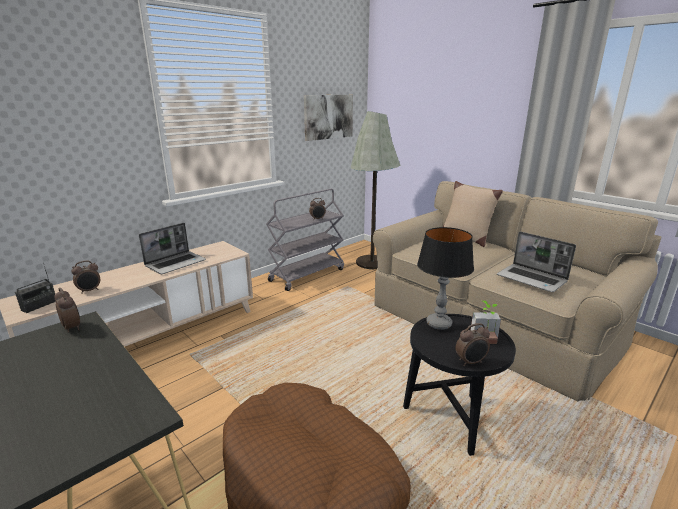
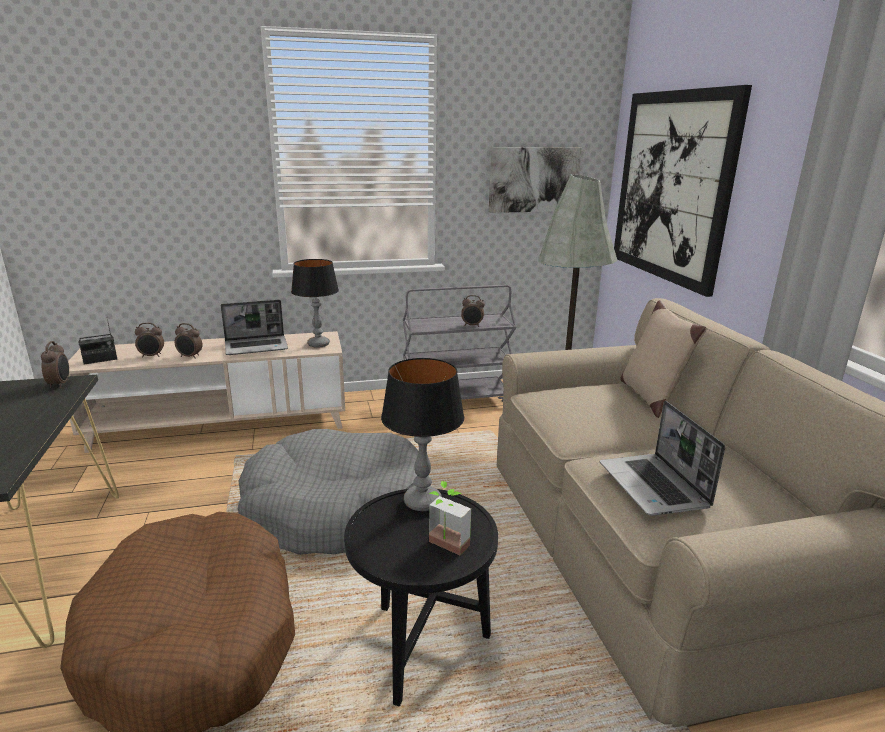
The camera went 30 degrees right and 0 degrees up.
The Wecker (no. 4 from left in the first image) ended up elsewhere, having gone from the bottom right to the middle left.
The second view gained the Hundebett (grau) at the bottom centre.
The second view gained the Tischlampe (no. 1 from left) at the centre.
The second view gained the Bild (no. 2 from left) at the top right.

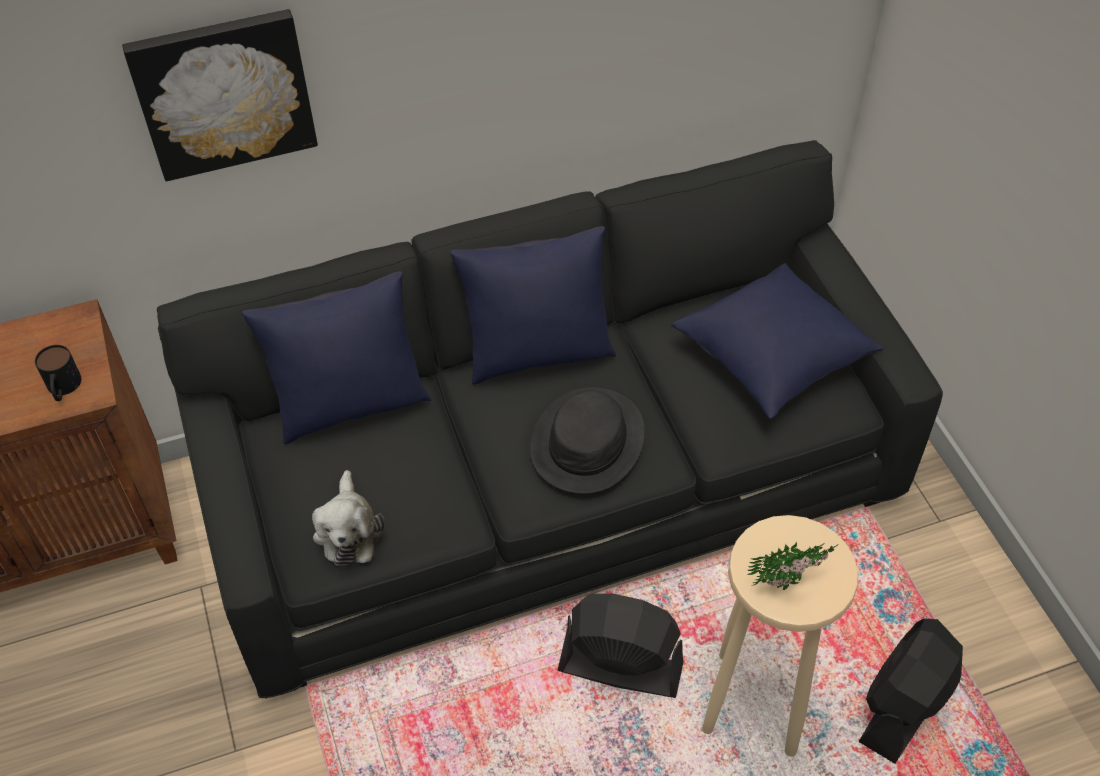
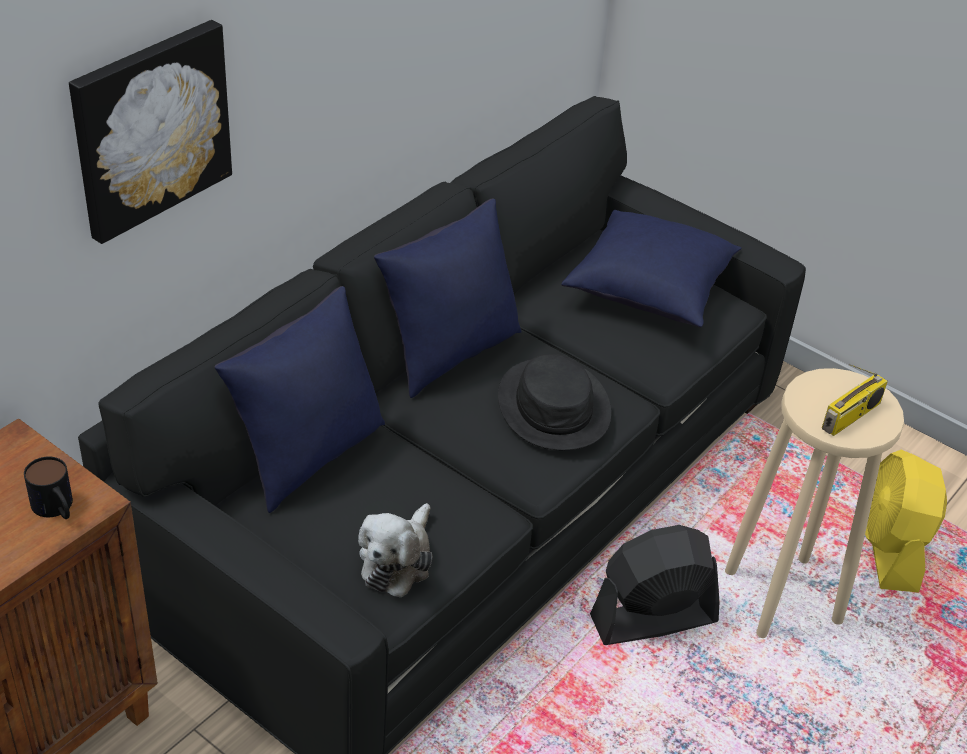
The camera went 35 degrees left and 10 degrees down.
The Plüschtier at the bottom left ended up facing another way, 60 degrees clockwise from before.
Where the Topfpflanze stood at the bottom right, the Radio came to stand at the middle right.
What was the Ventilator (schwarz) (no. 2 from left) at the bottom right turned into the Ventilator (gelb) at the bottom right.

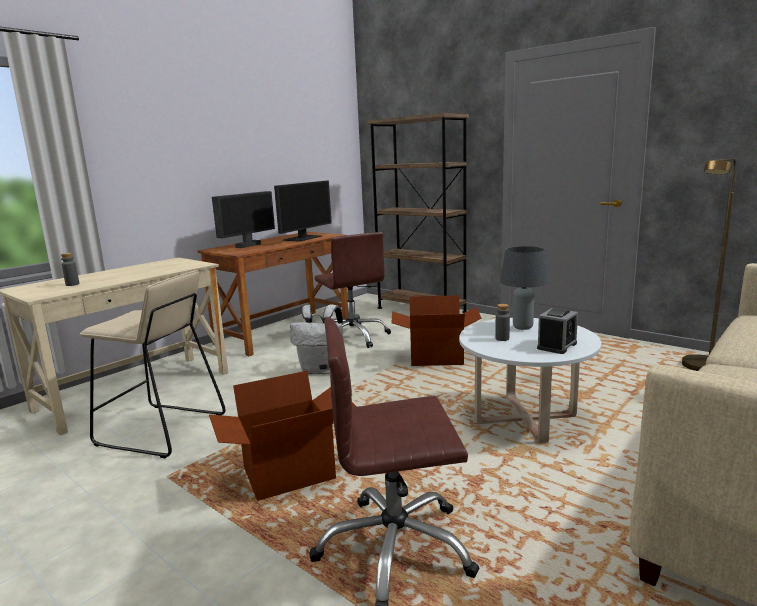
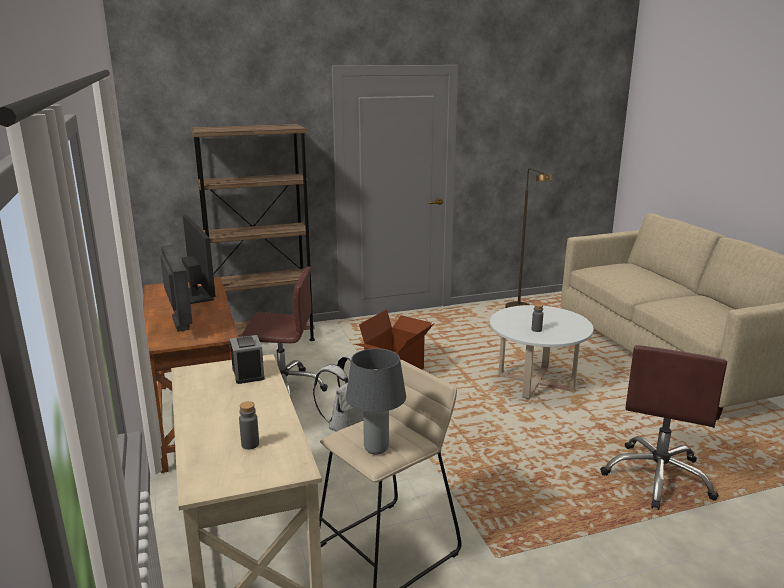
The camera went 60 degrees left and 5 degrees up.
The Wecker ended up elsewhere, having gone from the middle right to the middle left.
The Tischlampe (grau) ended up elsewhere, having gone from the middle right to the bottom centre.
The second view lost the Karton (no. 1 from left) at the bottom centre.

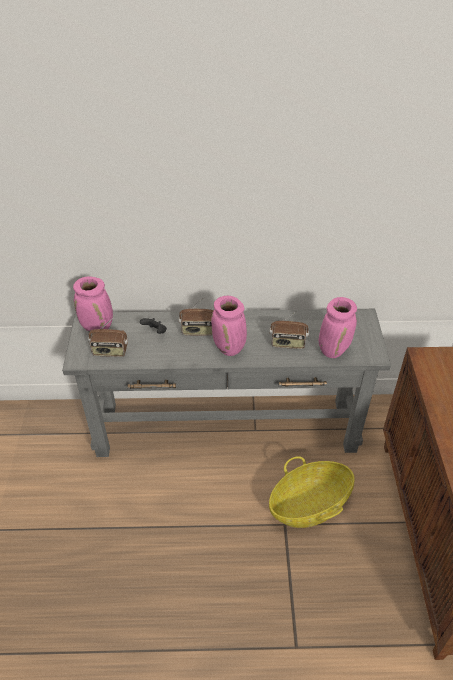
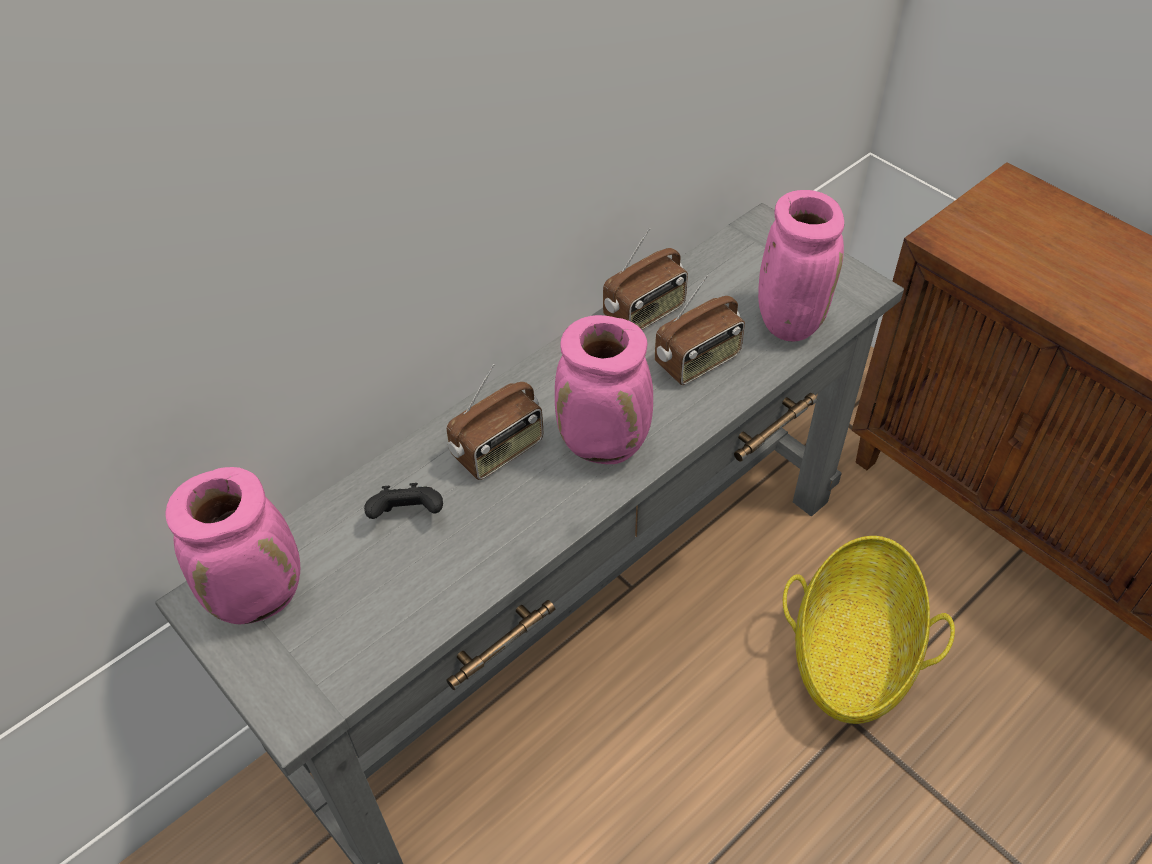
The camera went 40 degrees left and 5 degrees up.
The Radio (no. 1 from left in the first image) ended up elsewhere, having gone from the middle left to the top centre.

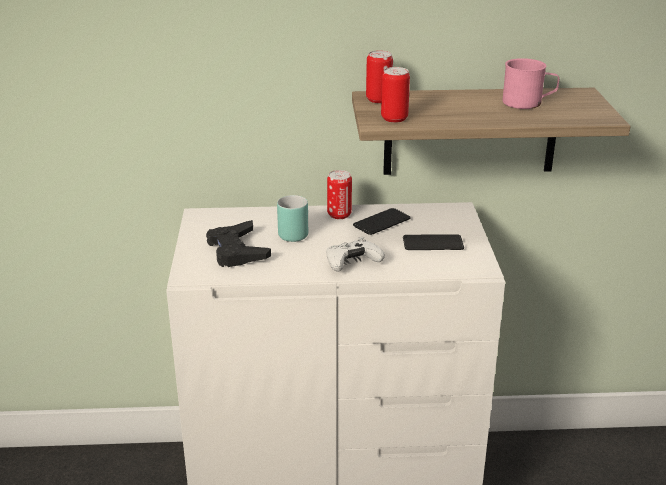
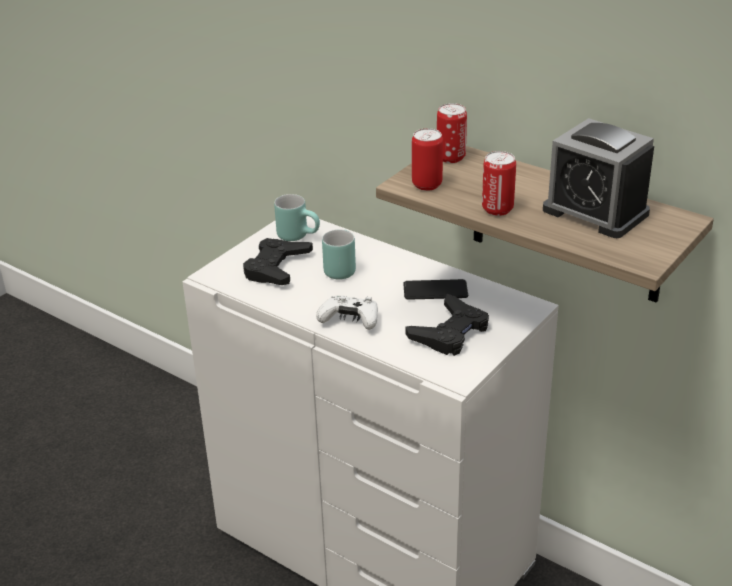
The camera went 40 degrees right and 5 degrees up.
The second view gained the Henkelbecher (türkis) (no. 1 from left) at the centre.
Where the Handy (no. 2 from left) stood at the centre, the Gamepad (schwarz) (no. 2 from left) came to stand at the centre.
The Dose (no. 1 from left in the first image) ended up elsewhere, having gone from the centre to the top right.
Where the Henkelbecher (rosa) stood at the top right, the Wecker came to stand at the top right.

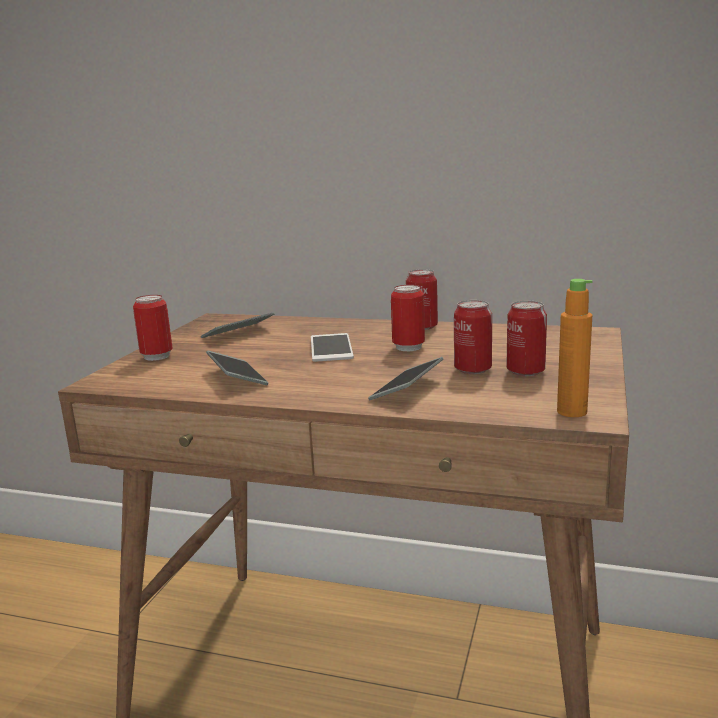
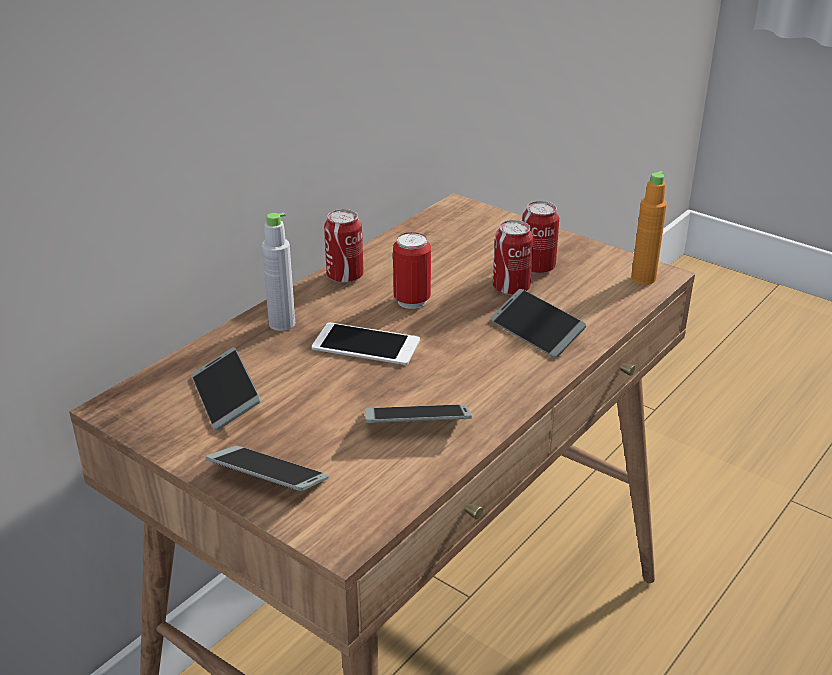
The camera went 70 degrees left and 15 degrees up.
Where the Dose (no. 1 from left) stood at the middle left, the Handy (no. 2 from left) came to stand at the bottom left.
The second view gained the Flasche (grau) at the centre.

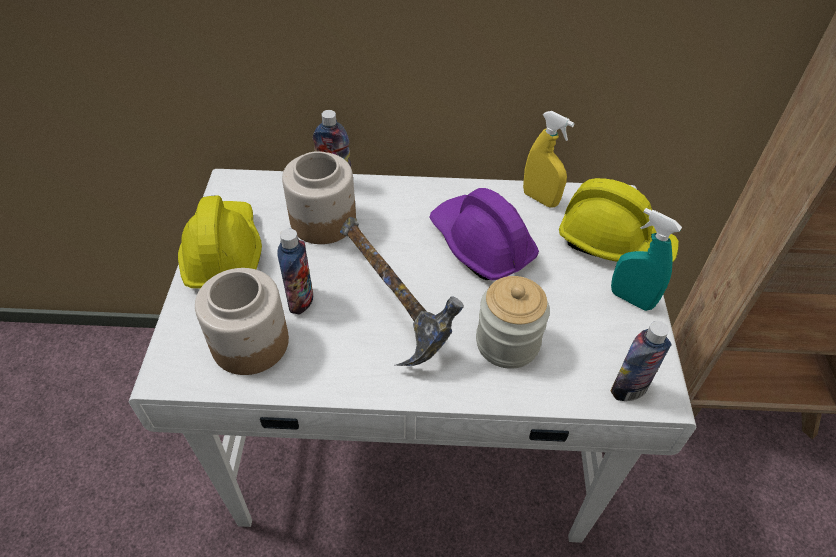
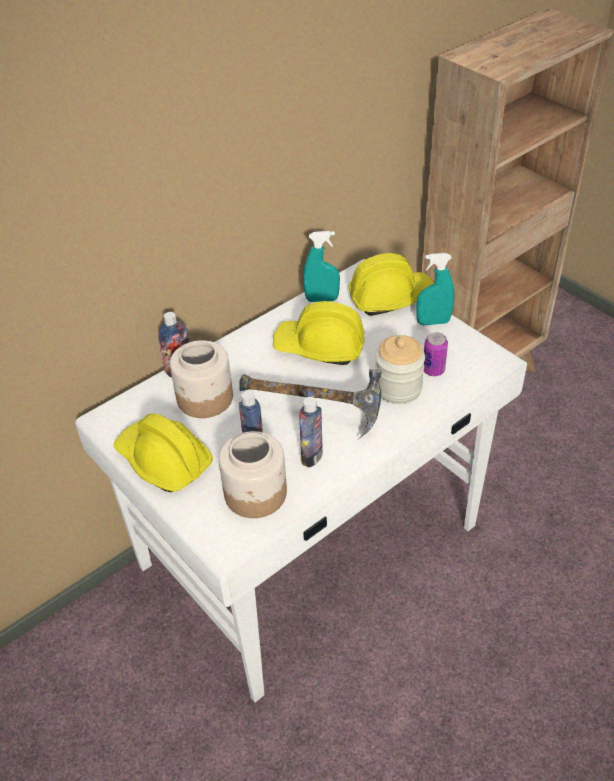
The camera went 40 degrees left and 5 degrees down.
What was the Schutzhelm (lila) at the centre turned into the Schutzhelm (gelb) (no. 2 from left) at the centre.
The Flasche (no. 3 from left) ended up elsewhere, having gone from the middle right to the centre.
What was the Sprühflasche (gelb) at the top centre turned into the Sprühflasche (türkis) (no. 1 from left) at the centre.
The second view gained the Dose at the middle right.

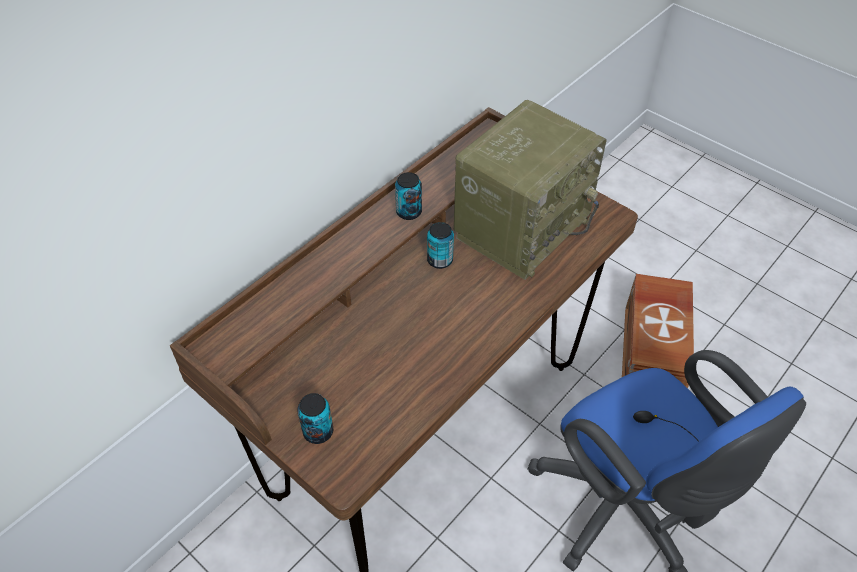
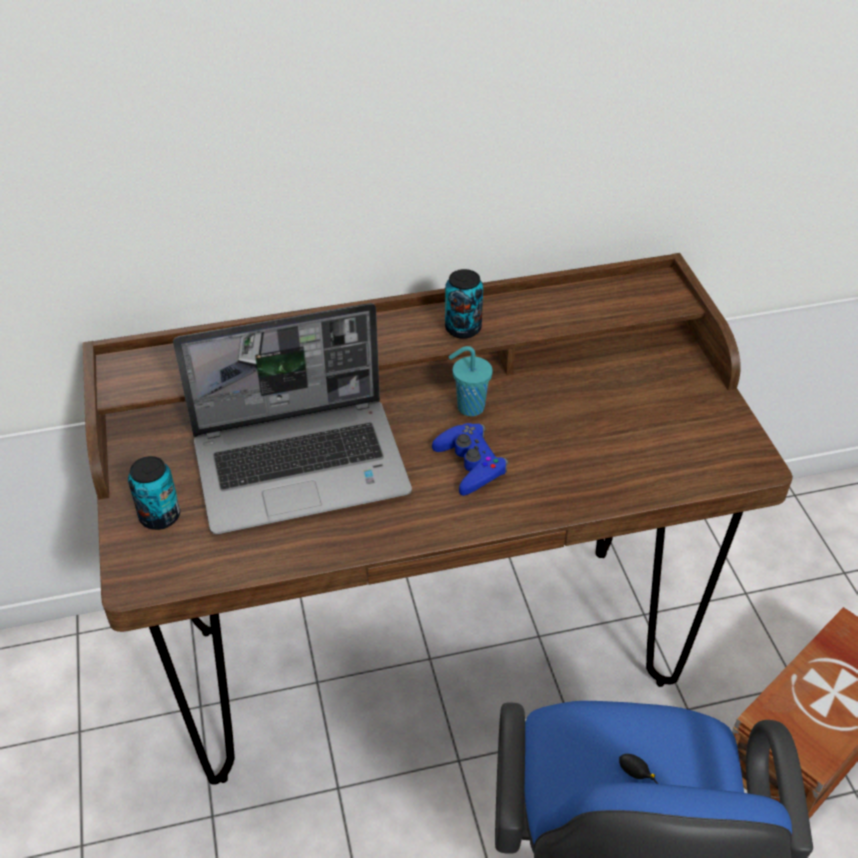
The camera went 35 degrees right and 5 degrees down.
The second view gained the Laptop at the centre.
The second view gained the Gamepad (blau) at the centre.
Where the Dose (no. 3 from left) stood at the centre, the Tasse (türkis) came to stand at the centre.
The second view lost the Radio at the top centre.

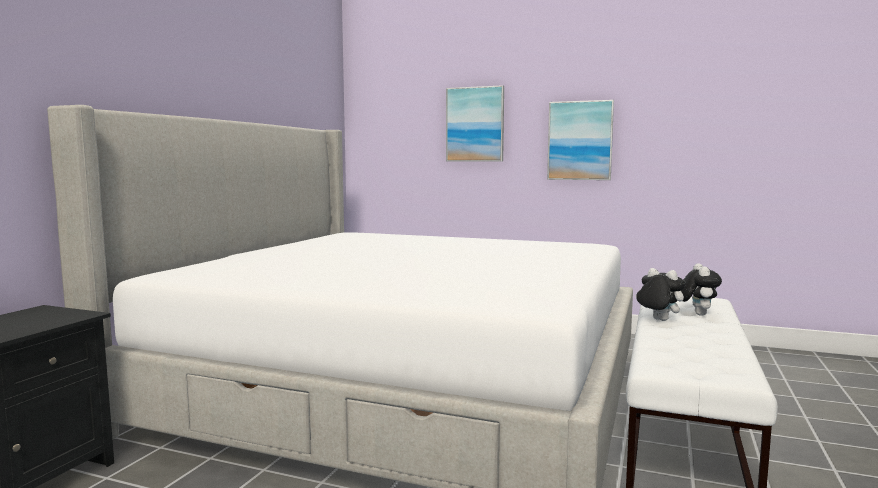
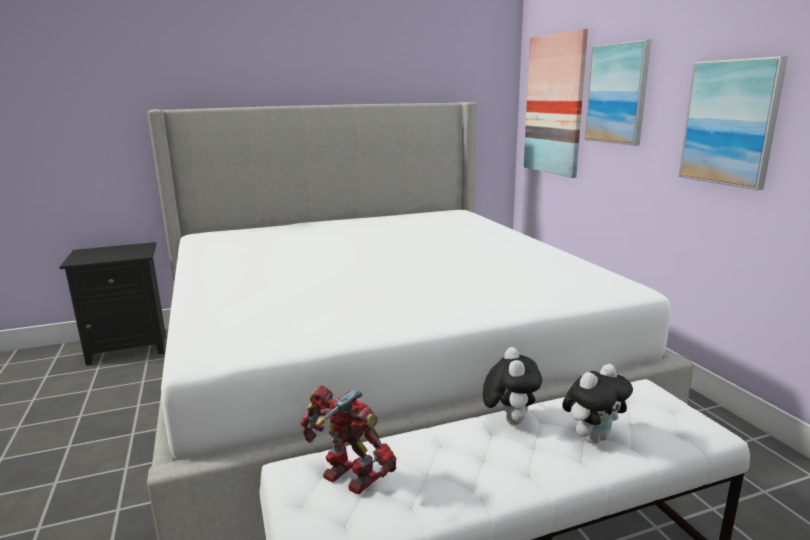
The camera went 50 degrees right and 10 degrees up.
The second view gained the Spielzeugroboter at the bottom centre.
The second view gained the Bild (no. 1 from left) at the top right.

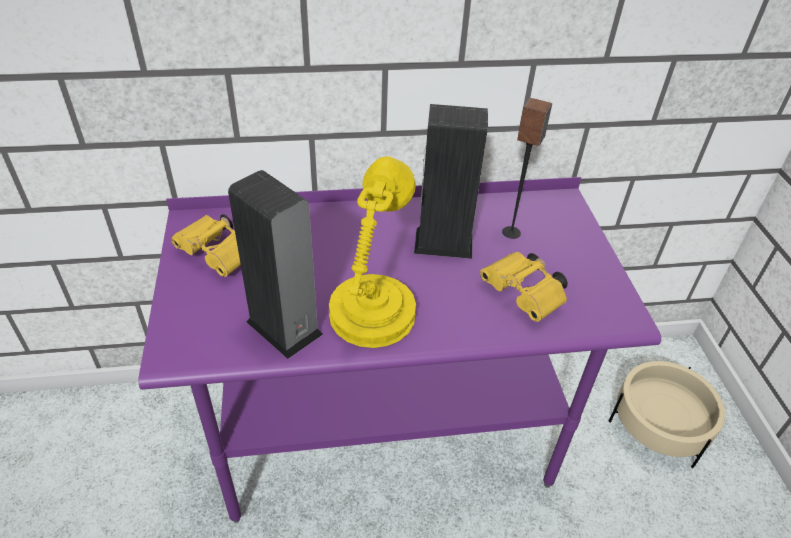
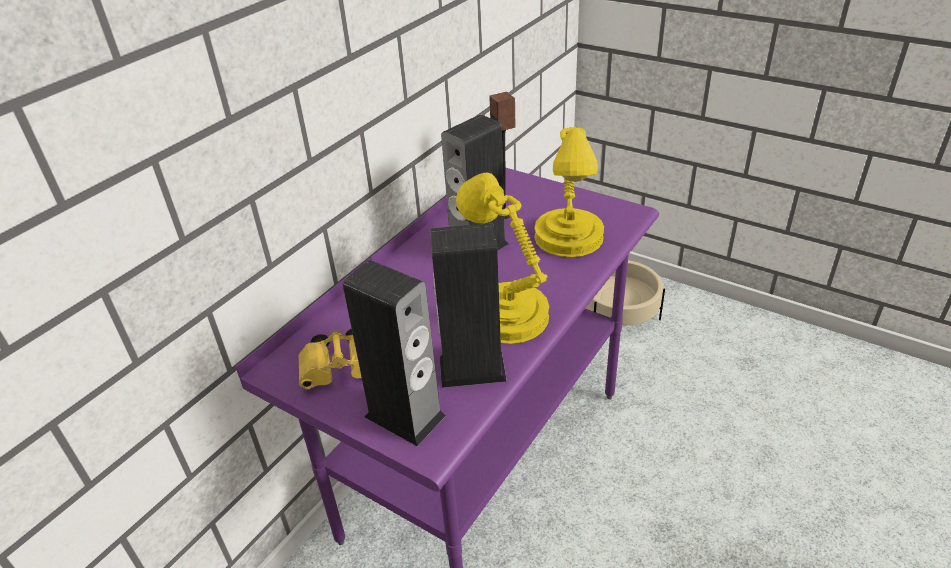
The camera went 45 degrees left and 5 degrees down.
The second view gained the Lautsprecher (no. 1 from left) at the centre.
Where the Fernglas (gelb) (no. 2 from left) stood at the centre, the Tischlampe (gelb) (no. 2 from left) came to stand at the centre.

